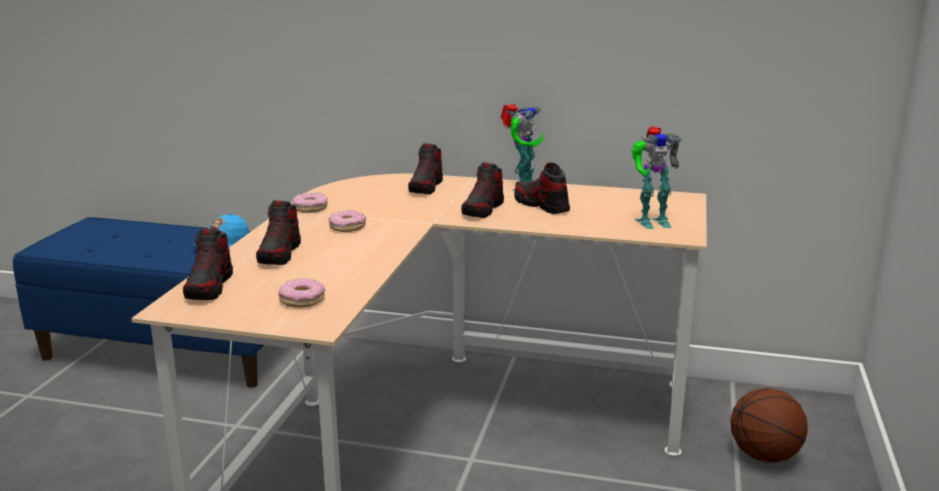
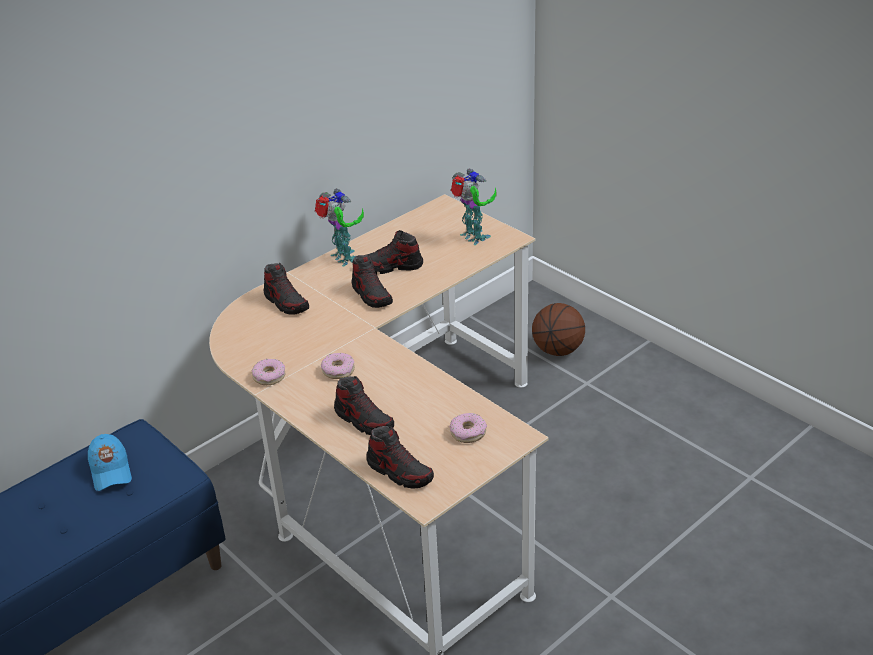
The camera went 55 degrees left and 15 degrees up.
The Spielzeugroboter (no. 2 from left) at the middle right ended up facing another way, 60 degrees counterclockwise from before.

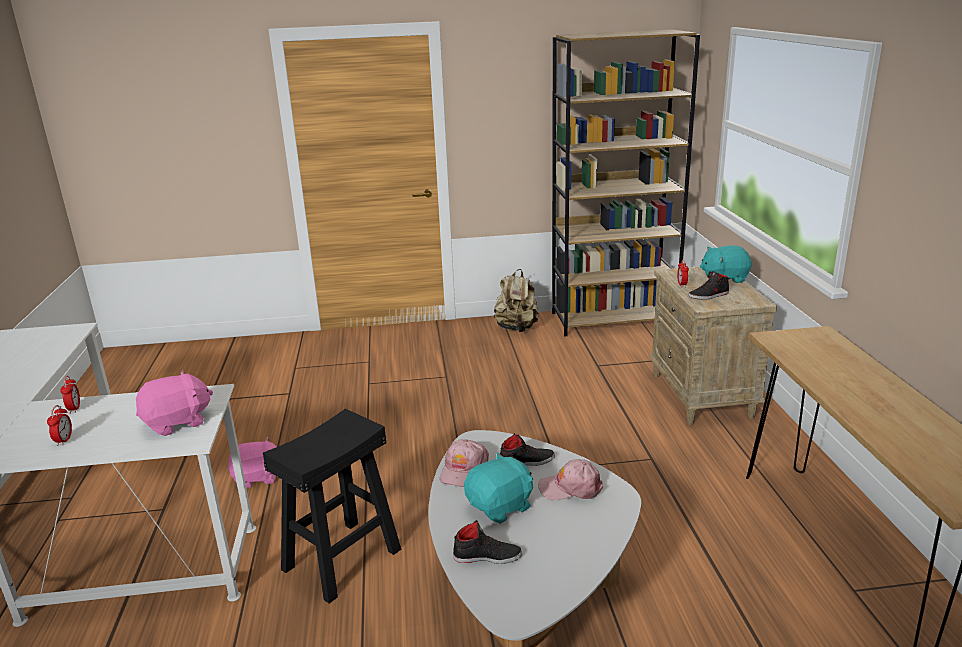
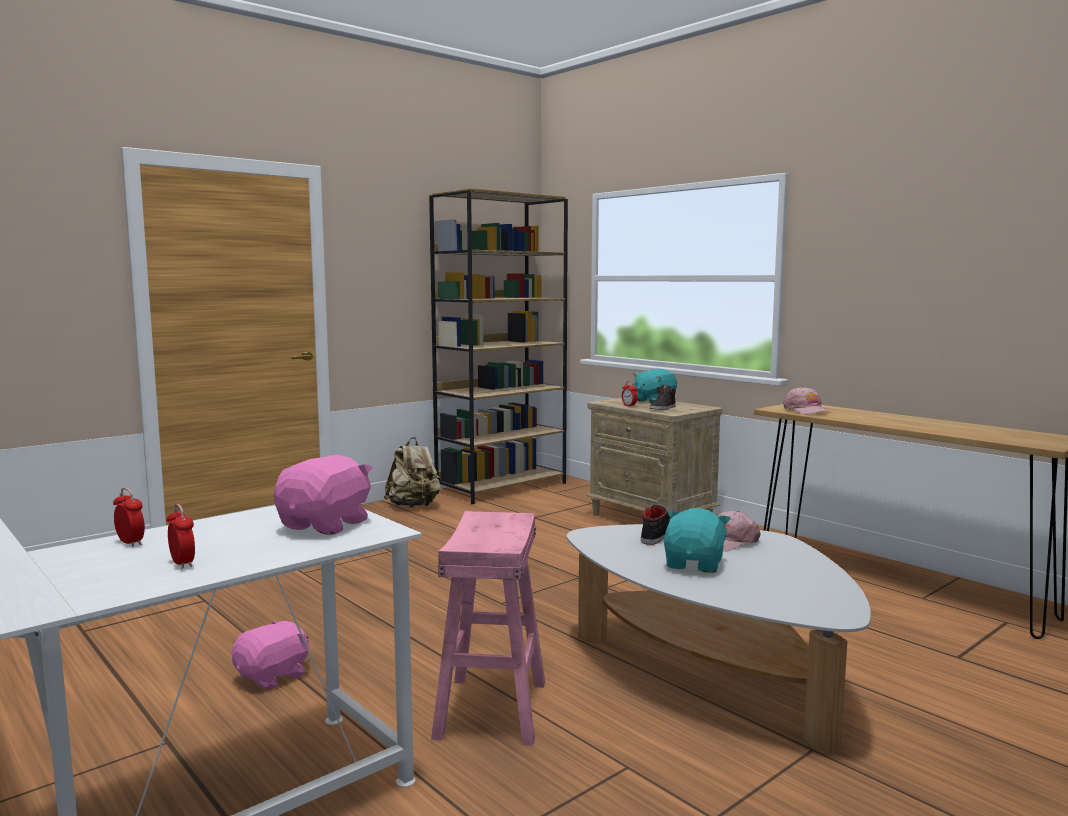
The camera went 35 degrees left and 15 degrees down.
What was the Hocker (schwarz) at the bottom centre turned into the Hocker (rosa) at the bottom centre.
The Kappe (rosa) (no. 1 from left in the first image) ended up elsewhere, having gone from the bottom centre to the middle right.
The second view lost the Schuh (schwarz) (no. 1 from left) at the bottom centre.

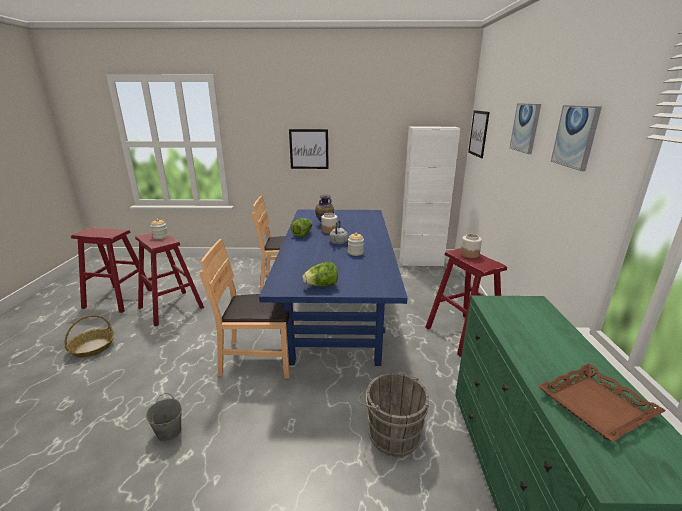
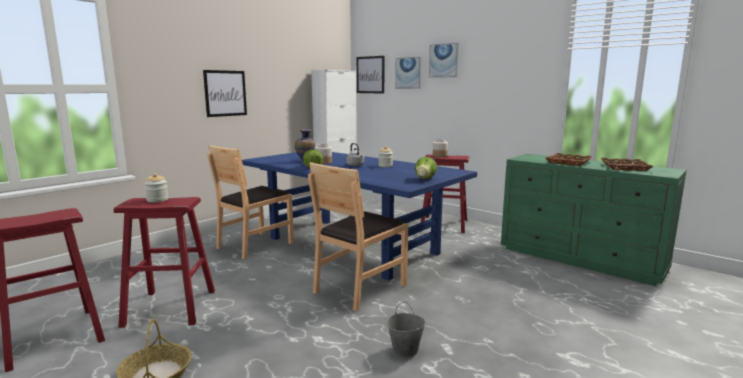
The camera went 50 degrees left and 10 degrees down.
The Bild (no. 4 from left in the first image) ended up elsewhere, having gone from the top right to the top centre.
The second view gained the Tablett (braun) (no. 1 from left) at the middle right.
The second view lost the Eimer (grau) (no. 2 from left) at the bottom centre.

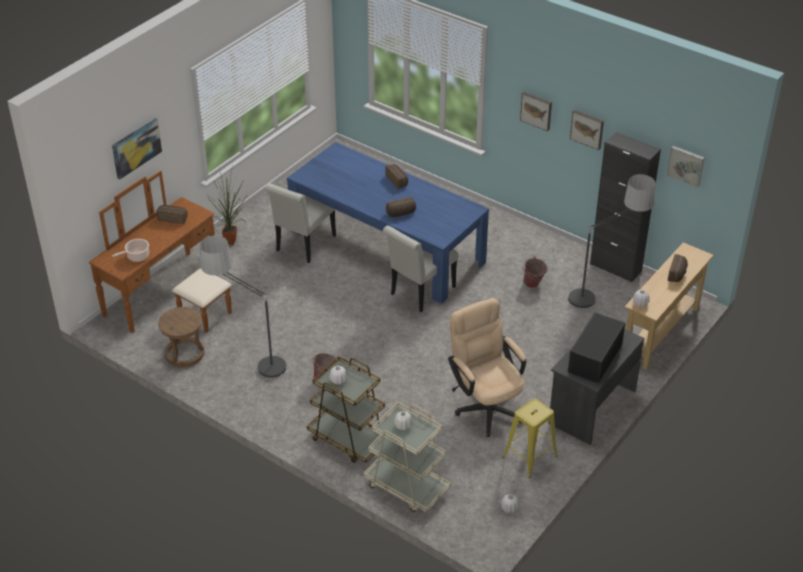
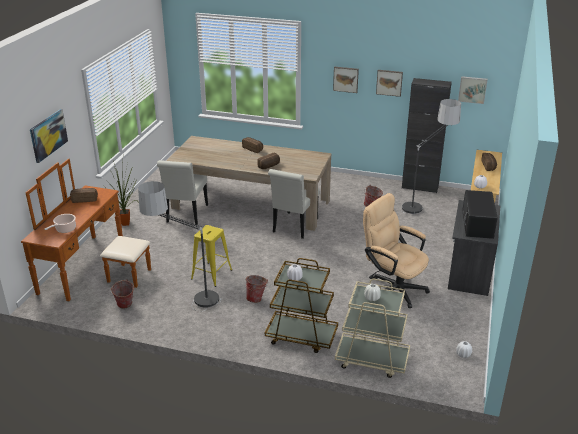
The camera went 20 degrees left and 10 degrees down.
Where the Hocker (braun) stood at the middle left, the Eimer (no. 1 from left) came to stand at the bottom left.
What was the Esstisch (blau) at the centre turned into the Esstisch (beige) at the centre.
The Hocker (gelb) ended up elsewhere, having gone from the bottom centre to the centre.

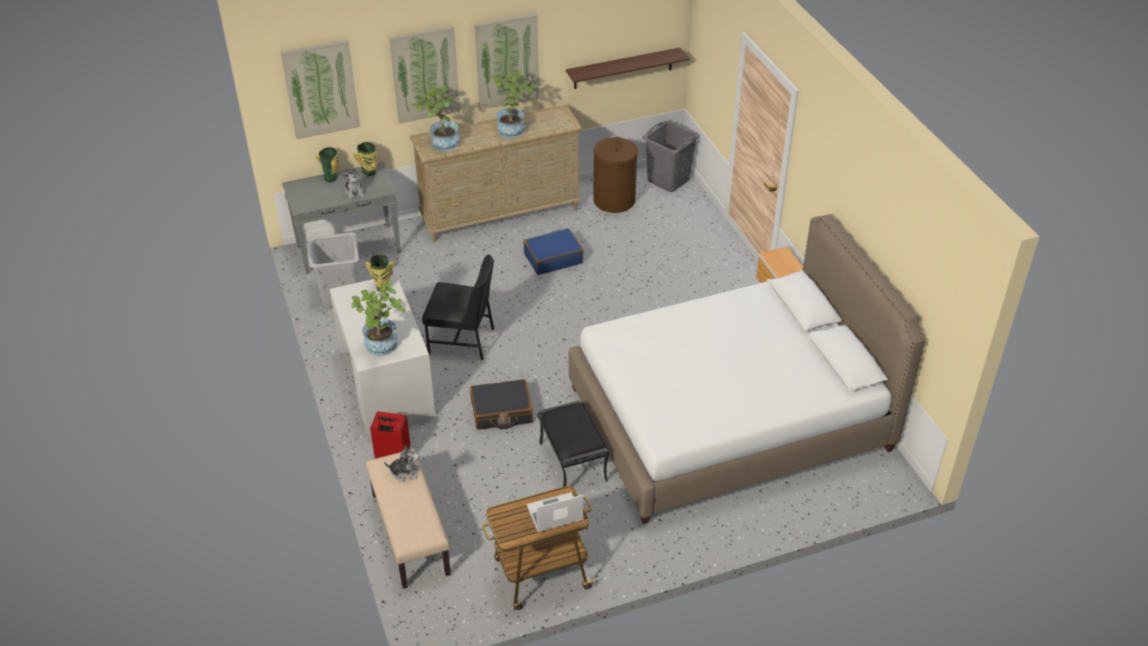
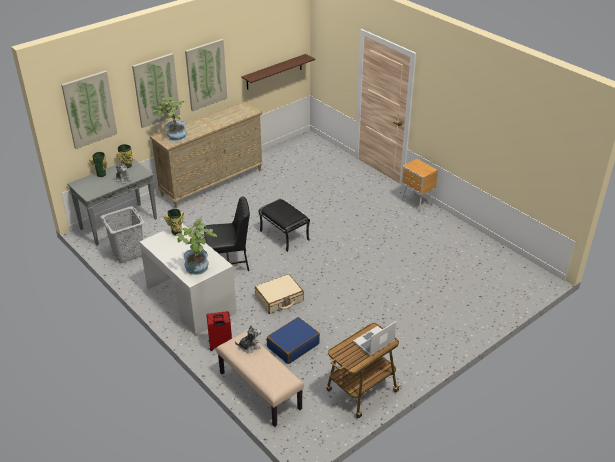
The camera went 20 degrees left and 5 degrees down.
What was the Koffer (schwarz) at the centre turned into the Koffer (beige) at the centre.
The Polsterhocker (schwarz) ended up elsewhere, having gone from the bottom centre to the centre.
The Koffer (blau) ended up elsewhere, having gone from the centre to the bottom centre.
The second view lost the Topfpflanze (no. 3 from left) at the top centre.
The second view lost the Bett (weiß) at the centre.
The second view lost the Wäschekorb (braun) at the top centre.
The second view lost the Wäschekorb (grau) (no. 2 from left) at the top centre.

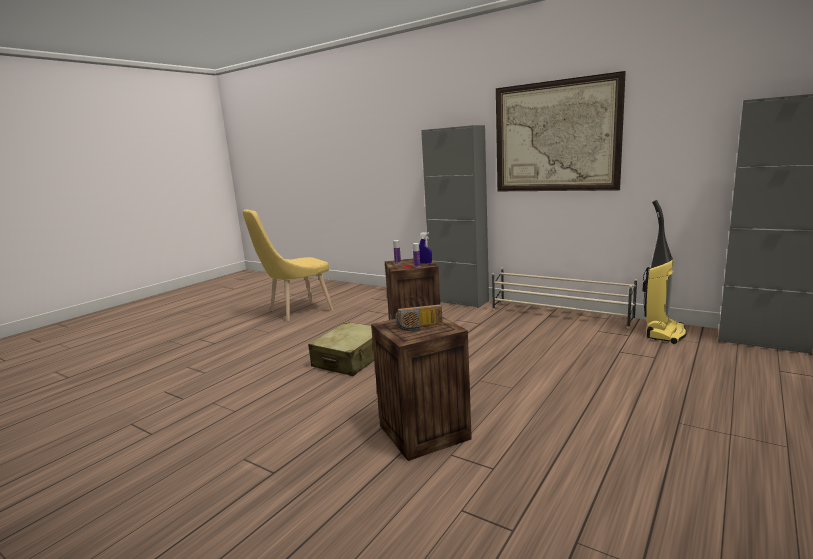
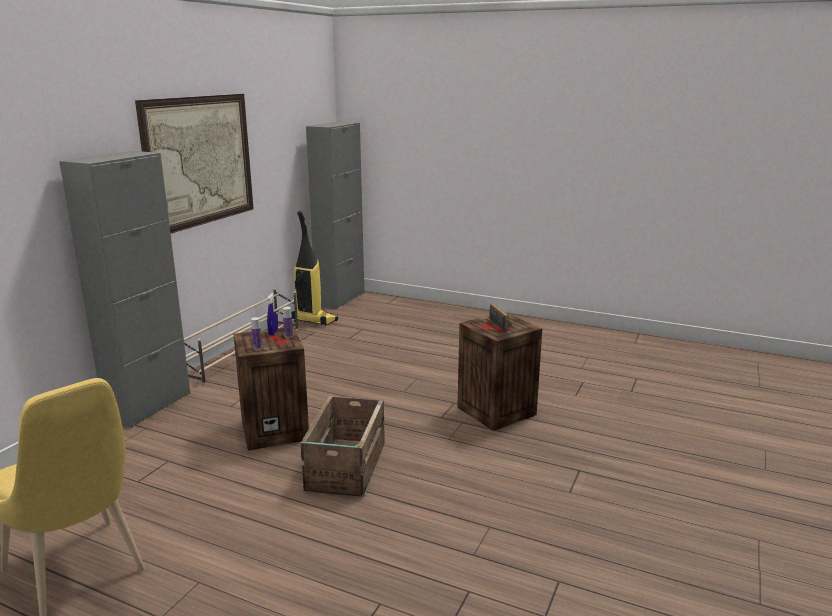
The camera went 100 degrees left and 5 degrees up.
Where the Koffer (beige) stood at the centre, the Kiste (no. 2 from left) came to stand at the bottom centre.

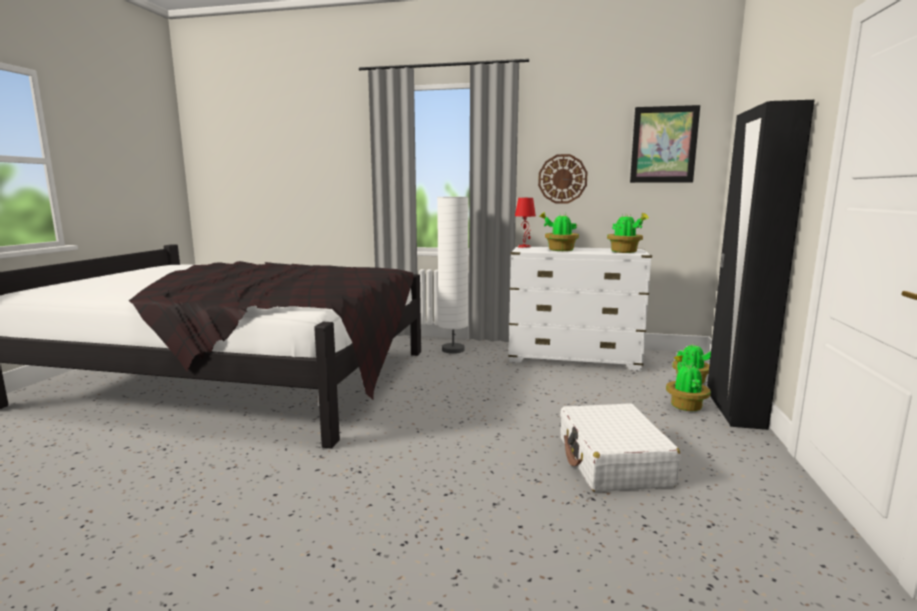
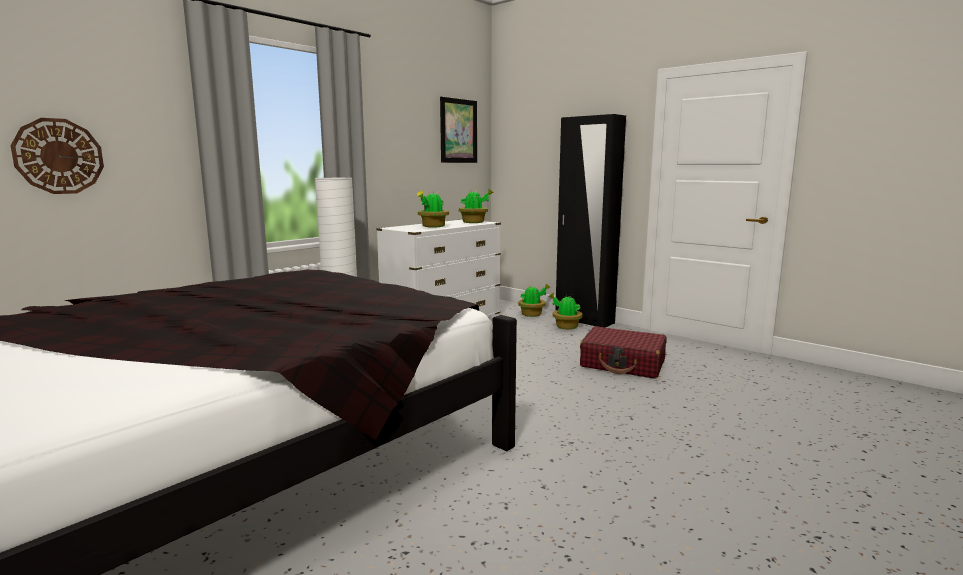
The camera went 60 degrees left and 0 degrees up.
The Wanduhr ended up elsewhere, having gone from the top centre to the top left.
What was the Koffer (weiß) at the bottom right turned into the Koffer (rot) at the centre.
The second view lost the Tischlampe (rot) at the centre.

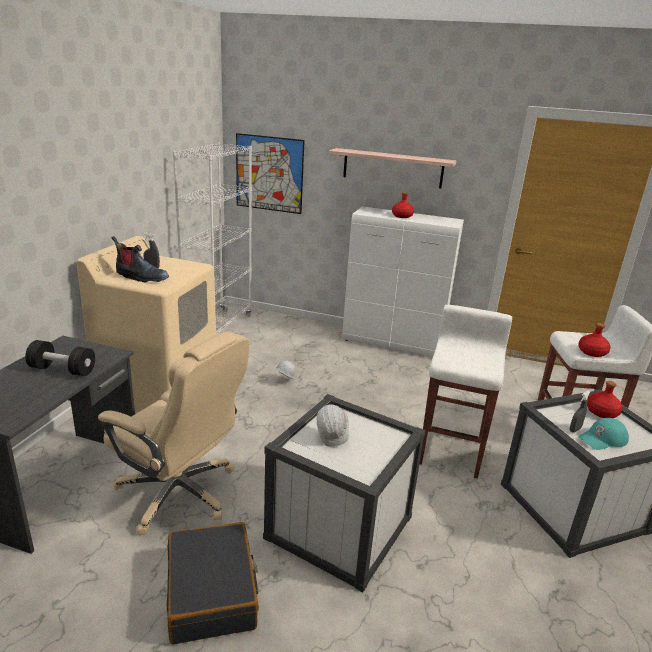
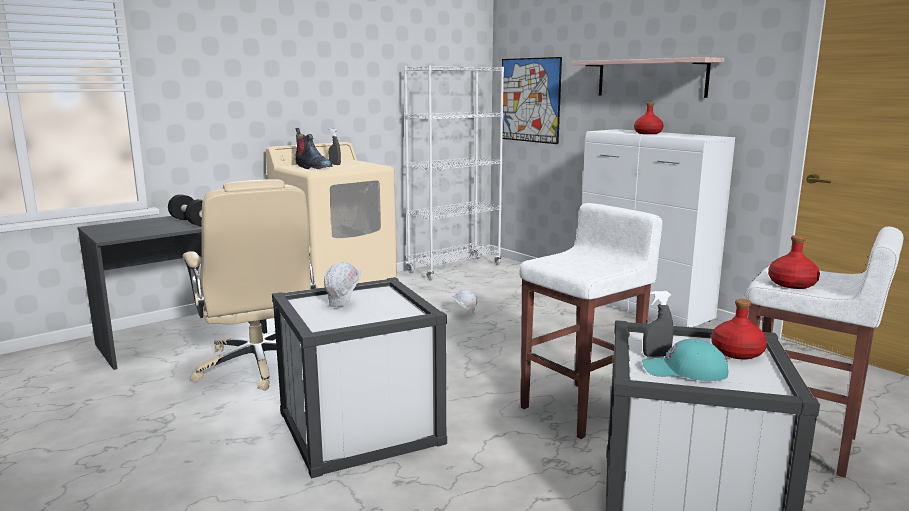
The camera went 35 degrees right and 10 degrees down.
The second view lost the Koffer (schwarz) at the bottom left.

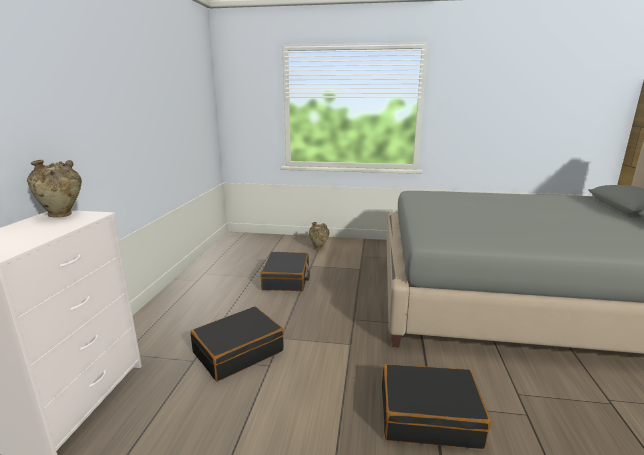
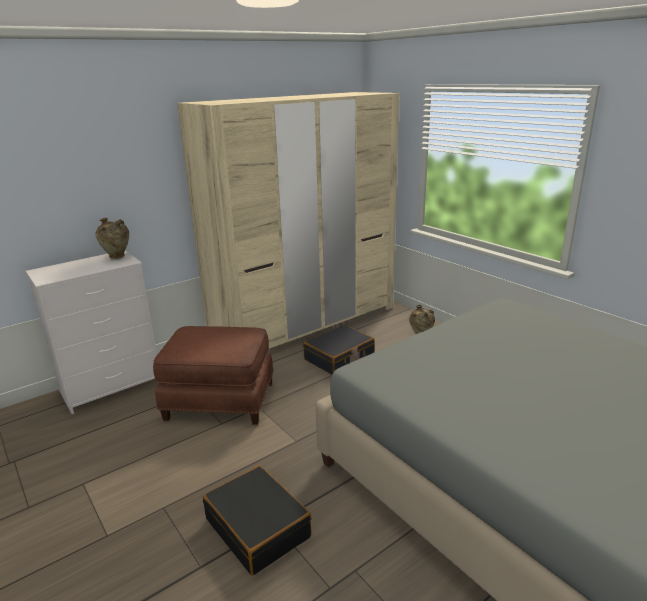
The camera went 45 degrees right and 5 degrees up.
Where the Koffer (schwarz) (no. 1 from left) stood at the bottom centre, the Polsterhocker (braun) came to stand at the middle left.
The second view gained the Kleiderschrank (beige) at the centre.

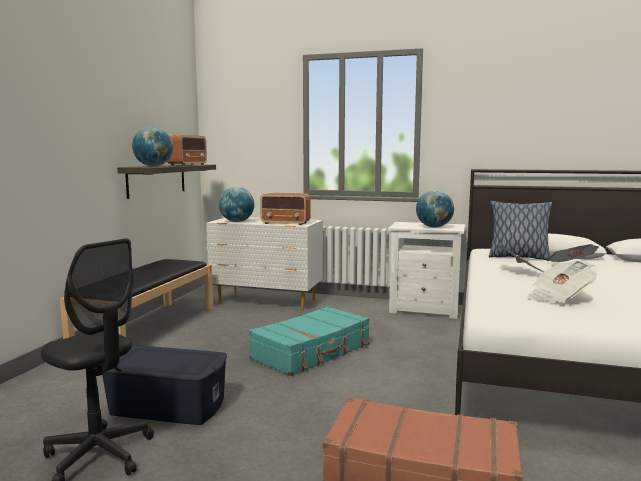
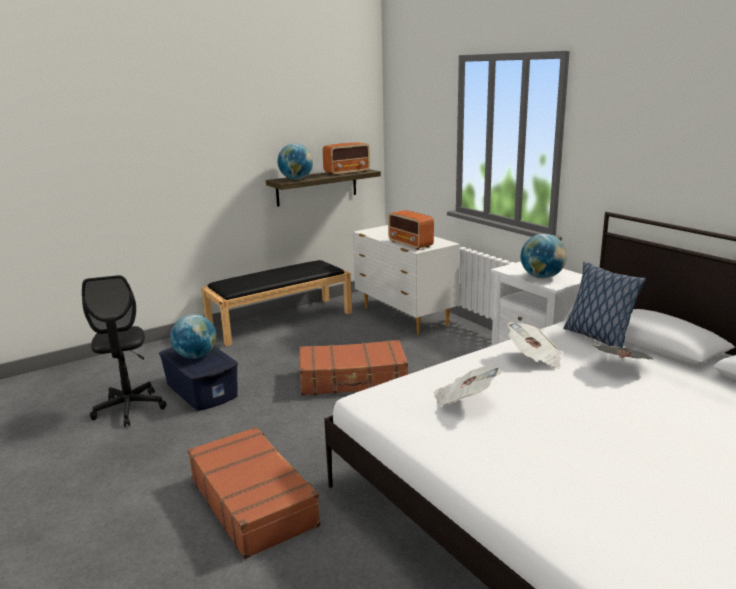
The camera went 40 degrees right and 10 degrees up.
The Globus (no. 2 from left in the first image) ended up elsewhere, having gone from the centre to the middle left.
What was the Koffer (türkis) at the bottom centre turned into the Koffer (braun) (no. 2 from left) at the centre.

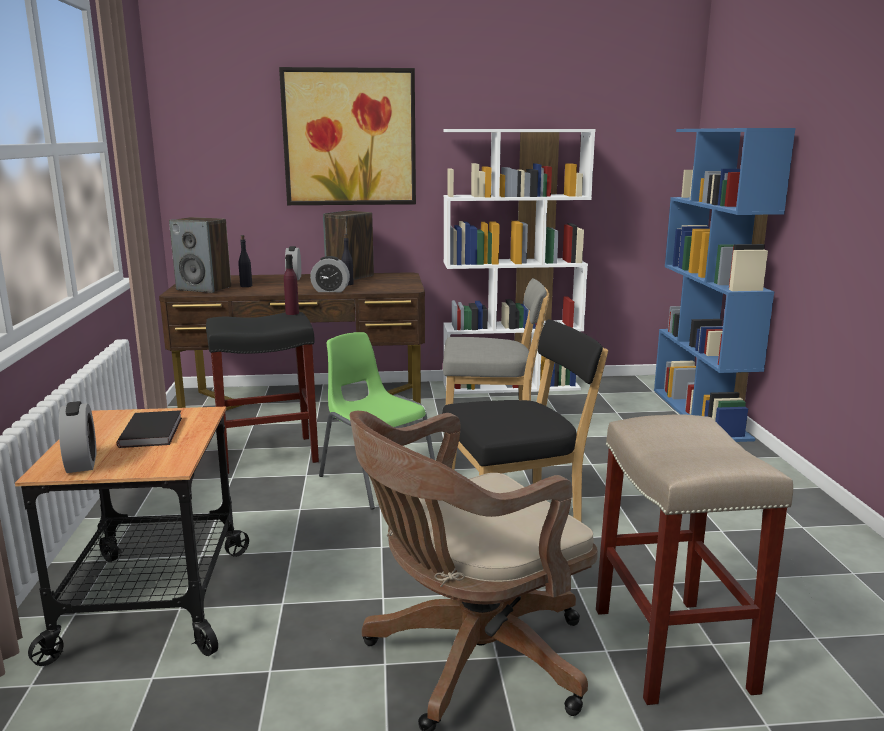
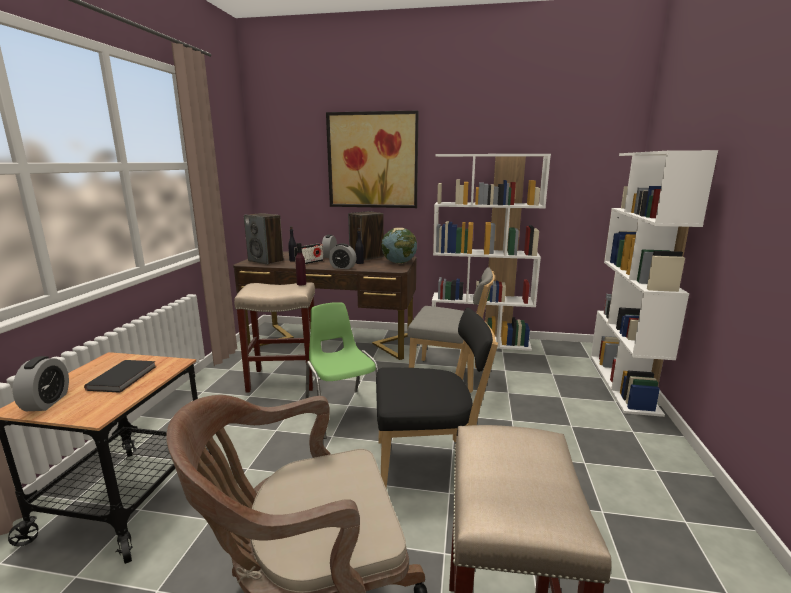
The camera went 15 degrees right and 0 degrees up.
What was the Hocker (schwarz) at the middle left turned into the Hocker (beige) (no. 1 from left) at the centre.
The second view gained the Radio at the centre.
The second view gained the Globus at the centre.
What was the Bücherregal (blau) at the middle right turned into the Bücherregal (weiß) (no. 2 from left) at the middle right.

